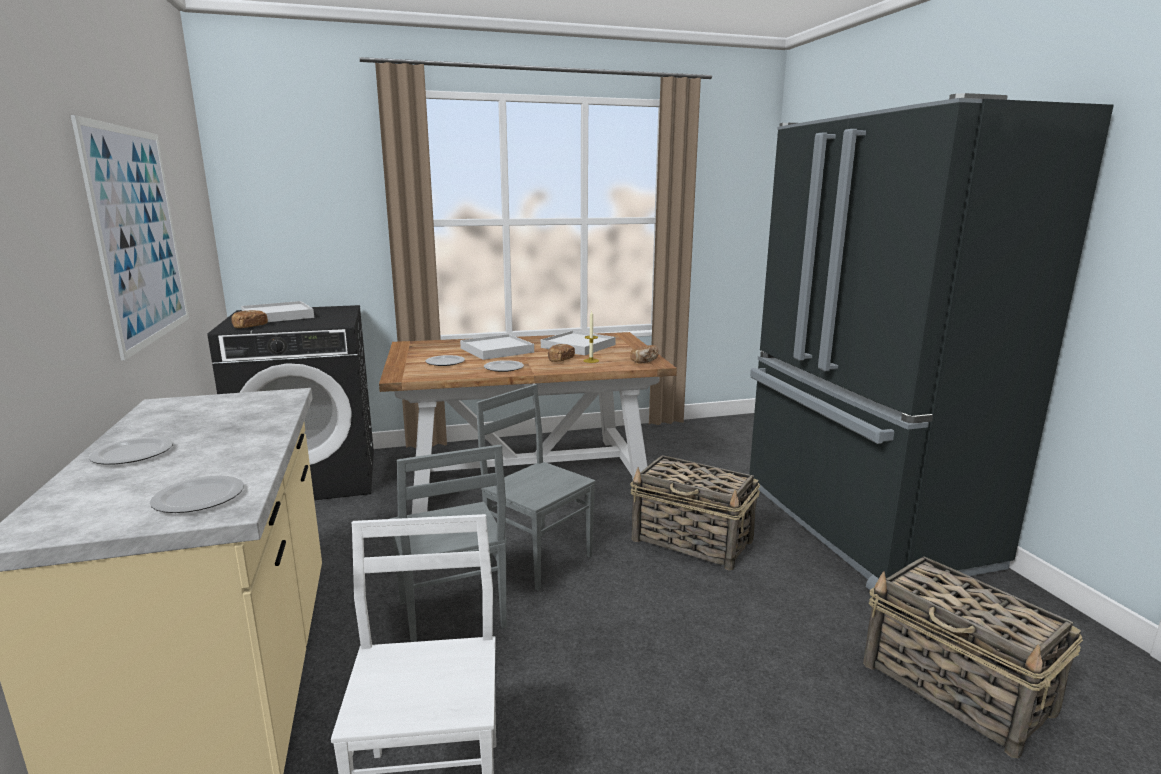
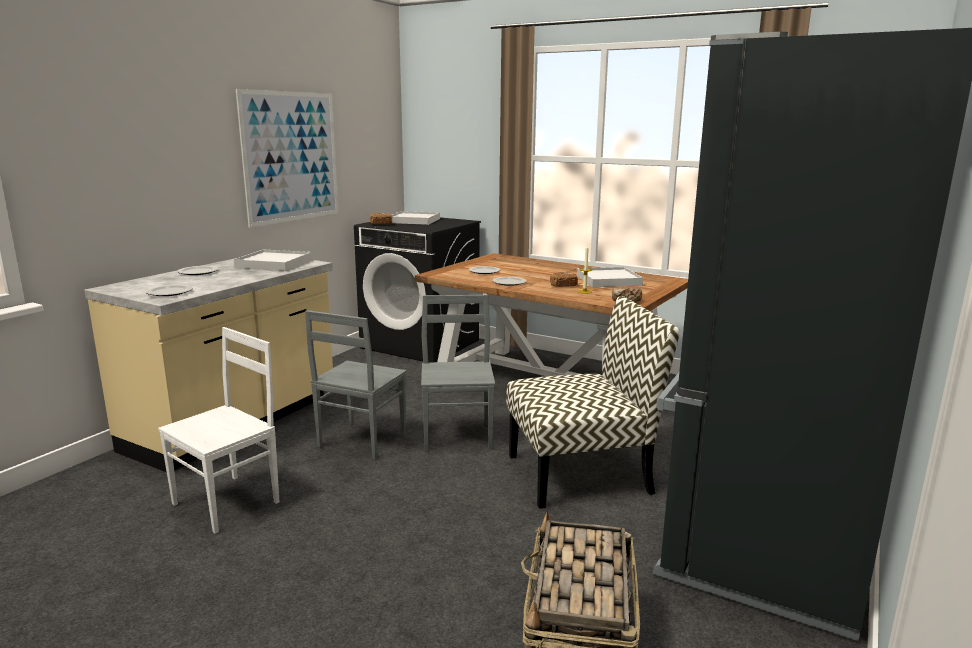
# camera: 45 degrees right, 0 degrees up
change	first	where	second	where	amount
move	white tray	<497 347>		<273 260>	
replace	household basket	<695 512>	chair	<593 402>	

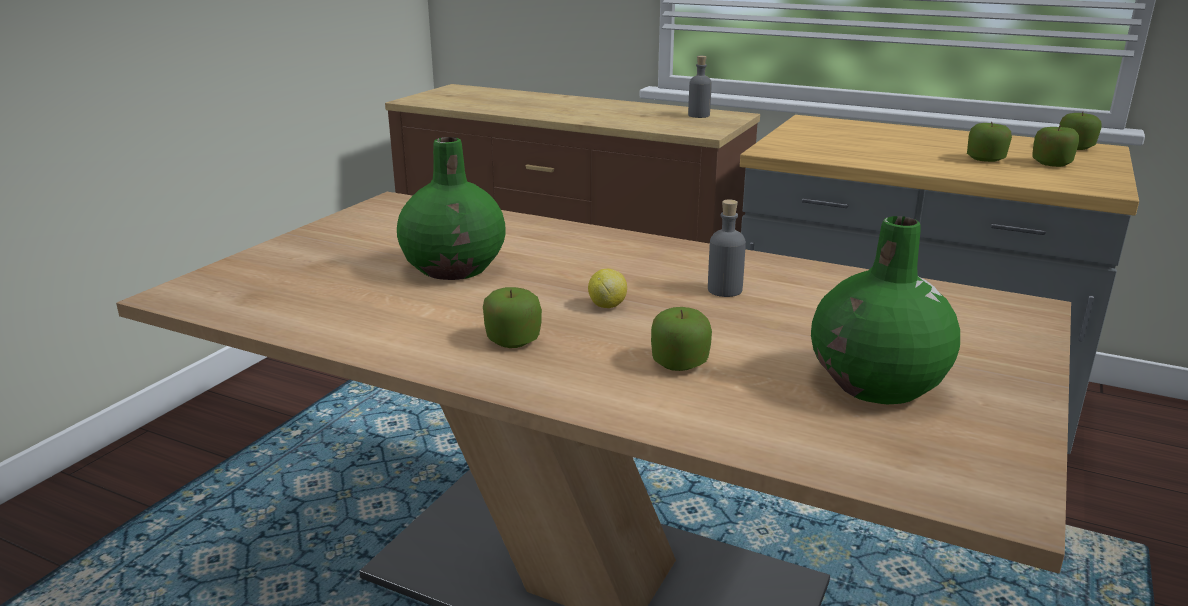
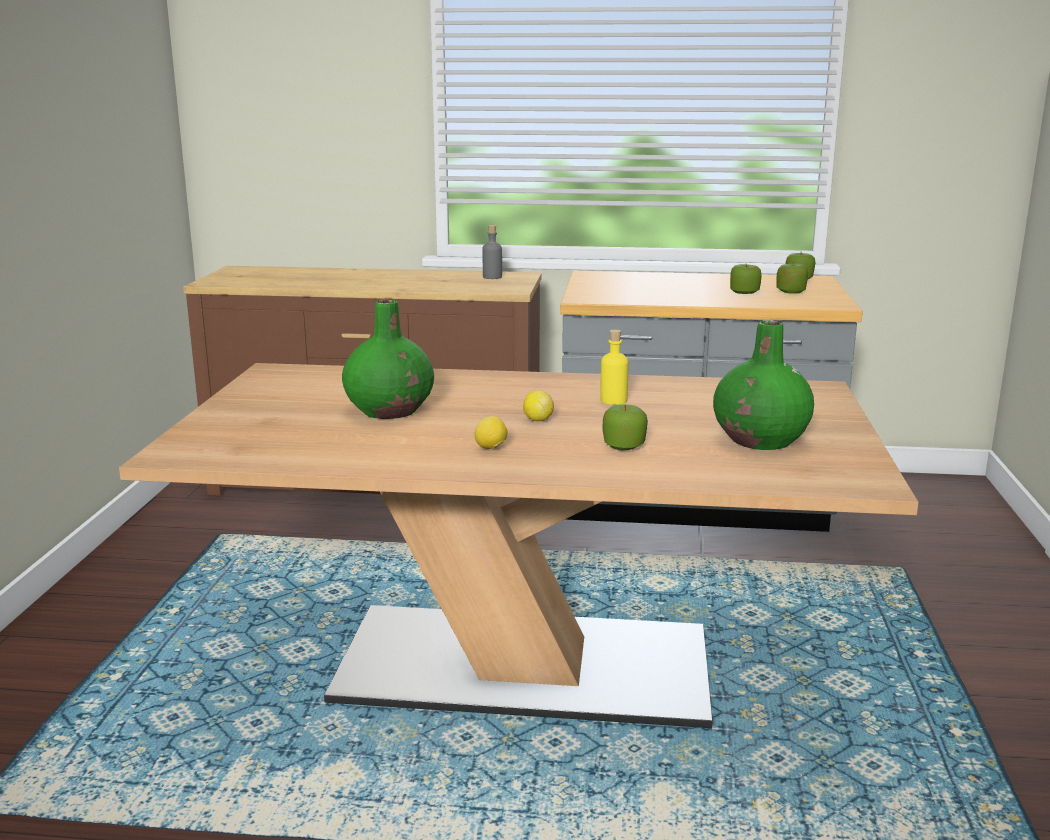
# camera: 20 degrees left, 5 degrees down
change	first	where	second	where	amount
replace	apple fruit	<512 317>	lemon	<491 432>	
recolor	greyish bottle	<727 248>	yellow-coloured bottle	<614 367>	

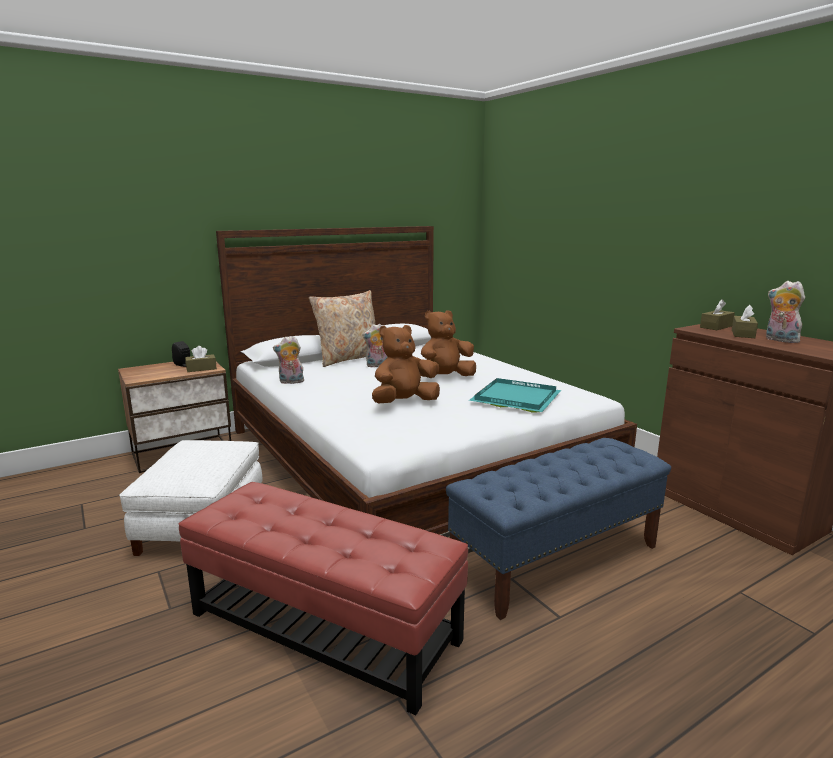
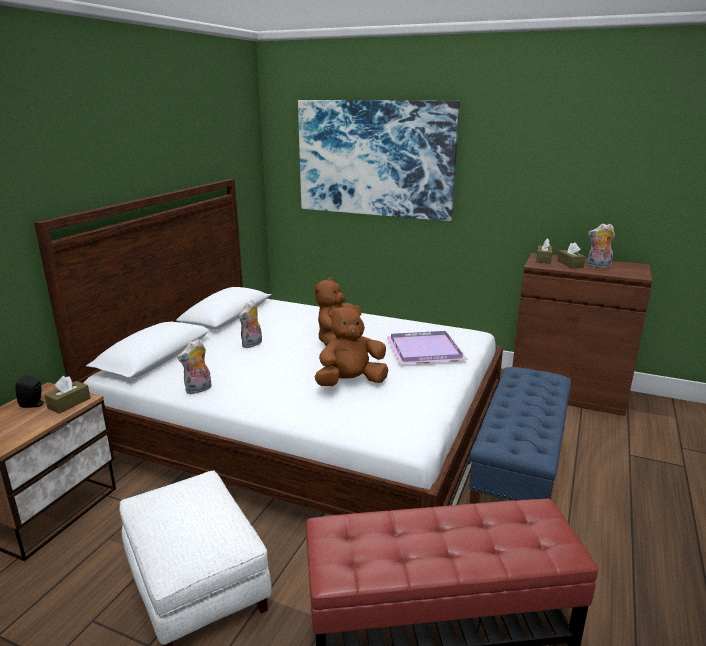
# camera: 35 degrees left, 5 degrees up
change	first	where	second	where	amount
insert			wall picture	<379 160>	
rotate	brown cuddly toy	<406 364>		<351 345>	45 degrees clockwise
recolor	turquoise-coloured tray	<515 395>	purple-coloured tray	<427 347>	
delete	sand-coloured throw pillow	<342 328>			

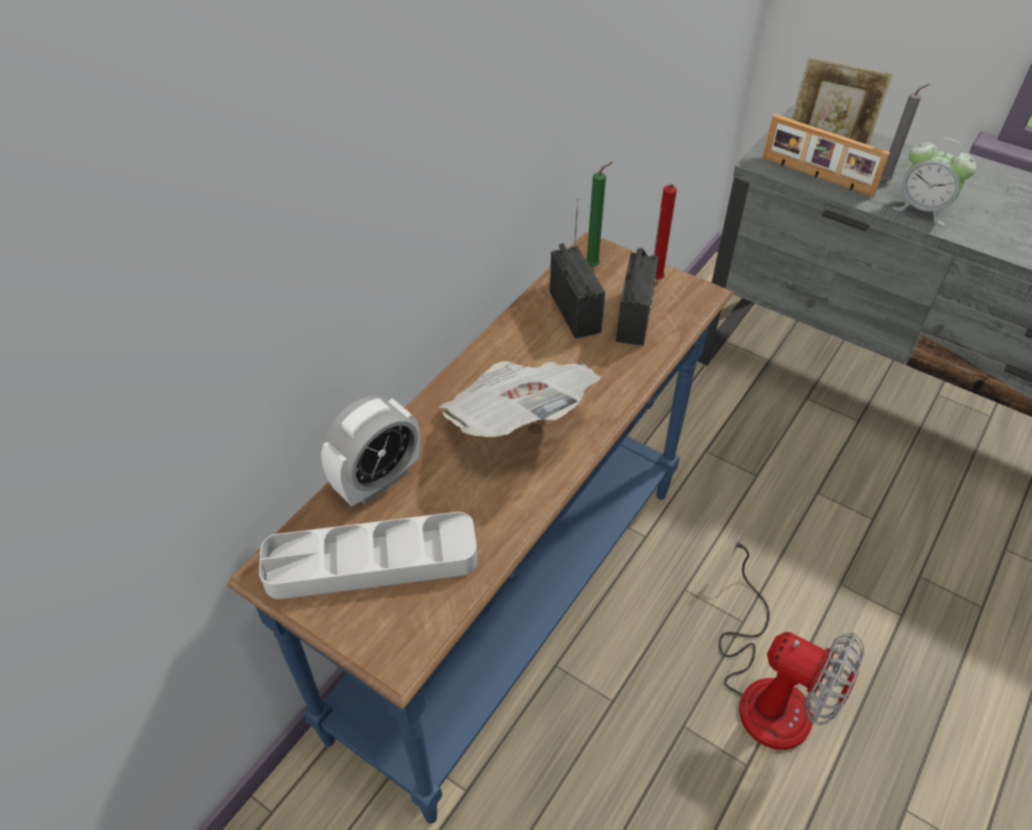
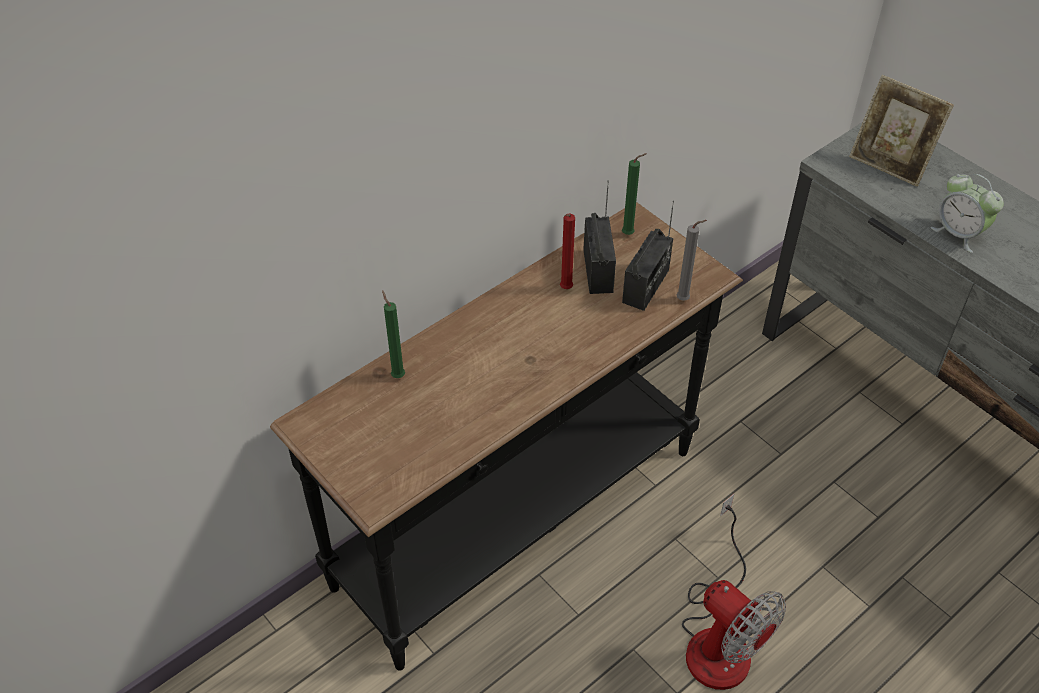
# camera: 15 degrees right, 0 degrees up
change	first	where	second	where	amount
recolor	blue hall table	<480 528>	black hall table	<506 436>	
replace	bedside clock	<370 451>	green wax candle	<393 334>	
move	red wax candle	<666 232>		<567 251>	
move	greyish wax candle	<905 133>		<692 260>	
delete	greyish tray	<368 555>			
delete	printed paper	<520 399>			
delete	photo frame	<826 155>			

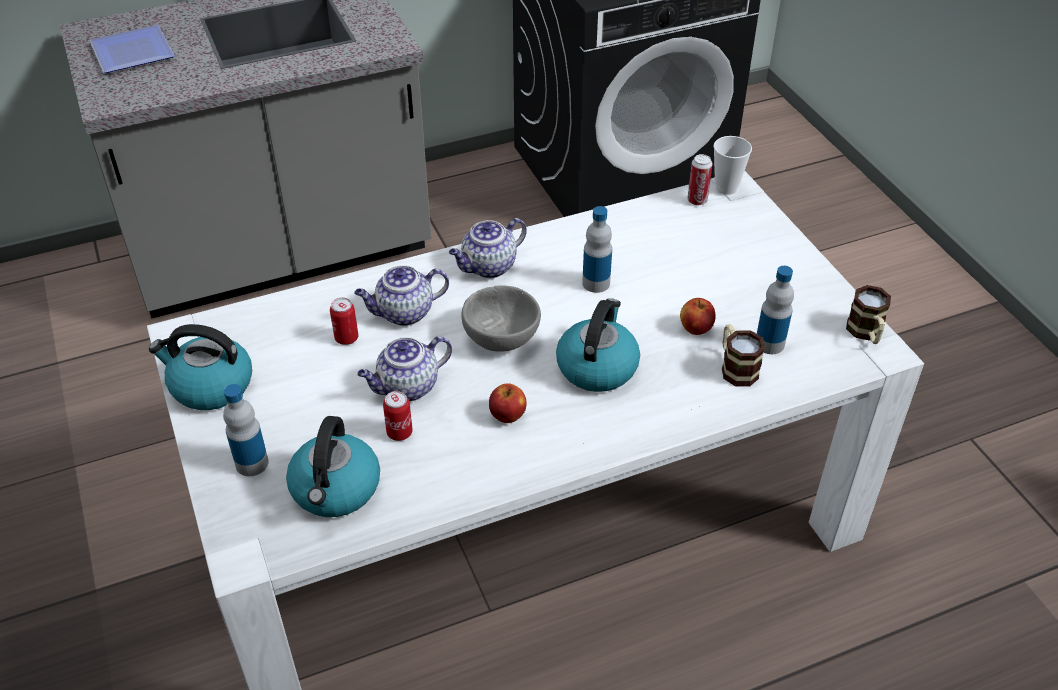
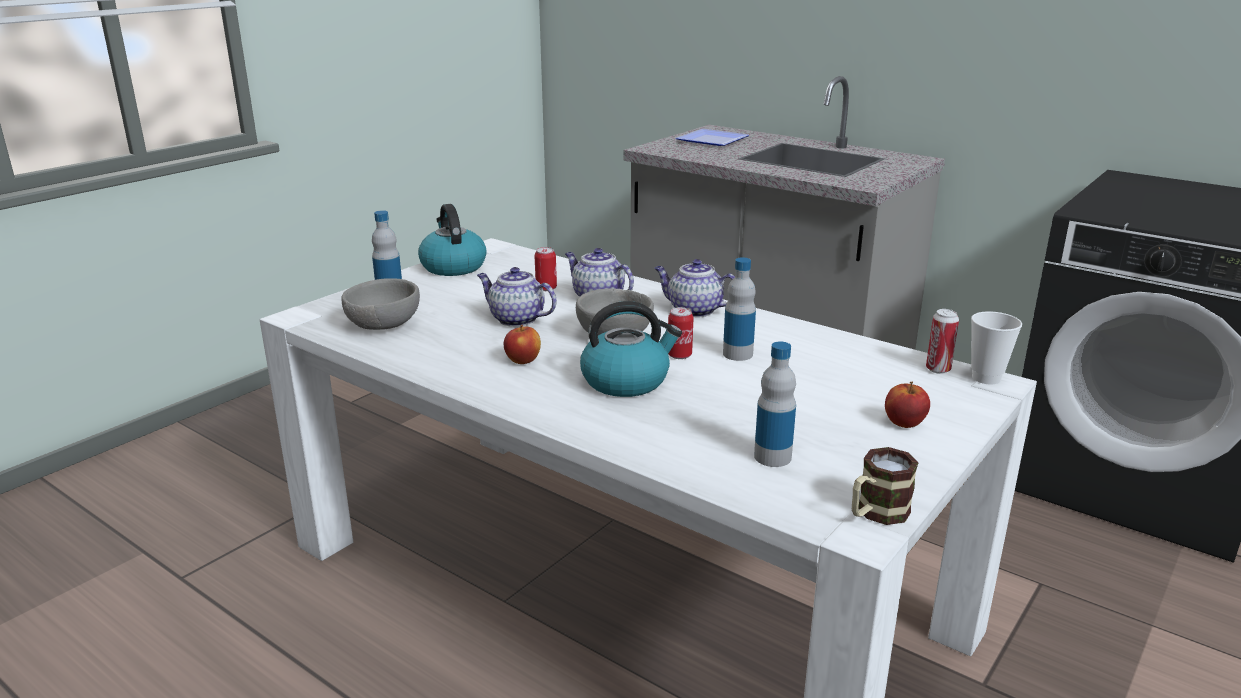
# camera: 60 degrees right, 20 degrees down
change	first	where	second	where	amount
replace	water kettle	<333 466>	greyish deep dish	<381 304>	
move	sealed can	<398 416>		<681 333>	
move	apple fruit	<698 316>		<907 404>	
delete	mug	<743 355>			

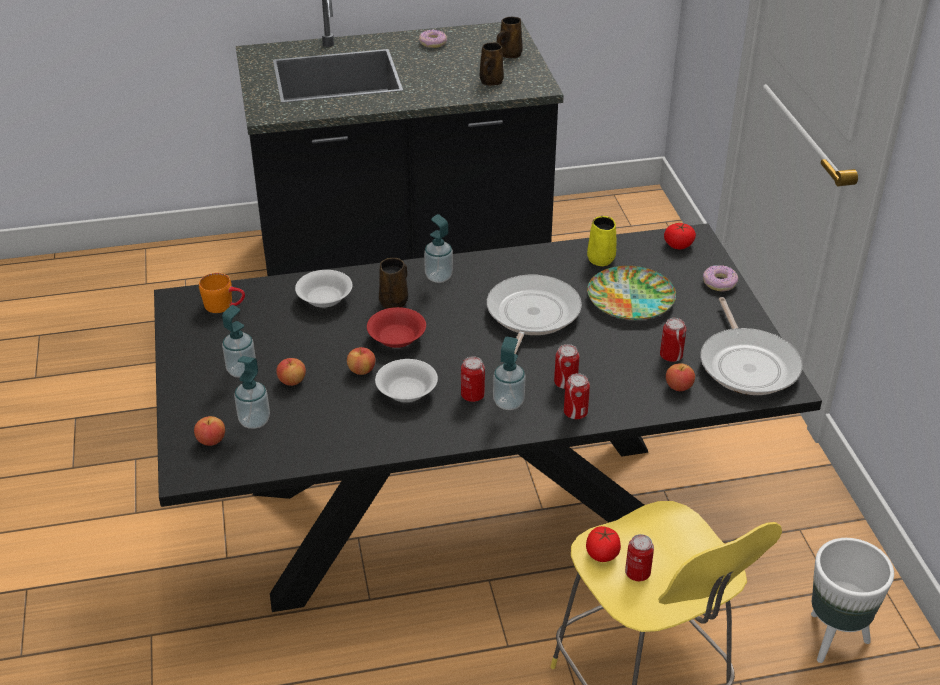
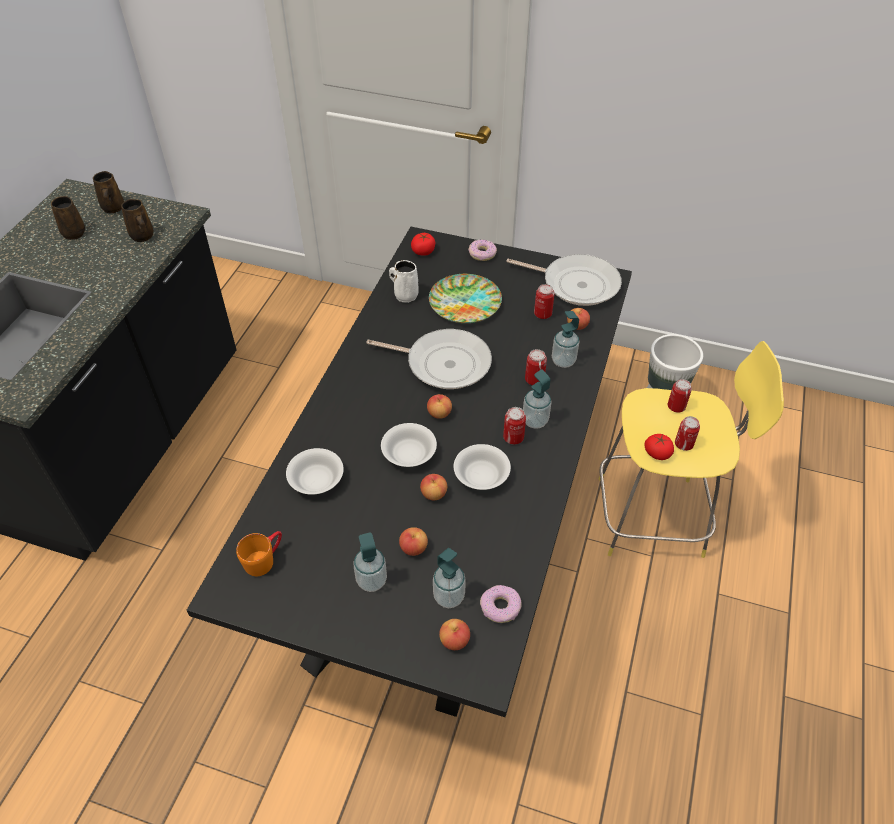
# camera: 60 degrees left, 10 degrees up
change	first	where	second	where	amount
move	brown mug	<393 283>		<68 218>	
rotate	skillet	<534 314>		<429 359>	150 degrees clockwise
recolor	red deep dish	<396 327>	white deep dish	<409 445>	
recolor	yellow-coloured mug	<602 241>	white mug	<404 281>	
insert			apple fruit	<439 406>	
move	doughnut	<433 39>		<501 604>	
move	liquid soap bottle	<438 248>		<566 339>	
move	sealed can	<577 396>		<680 395>	

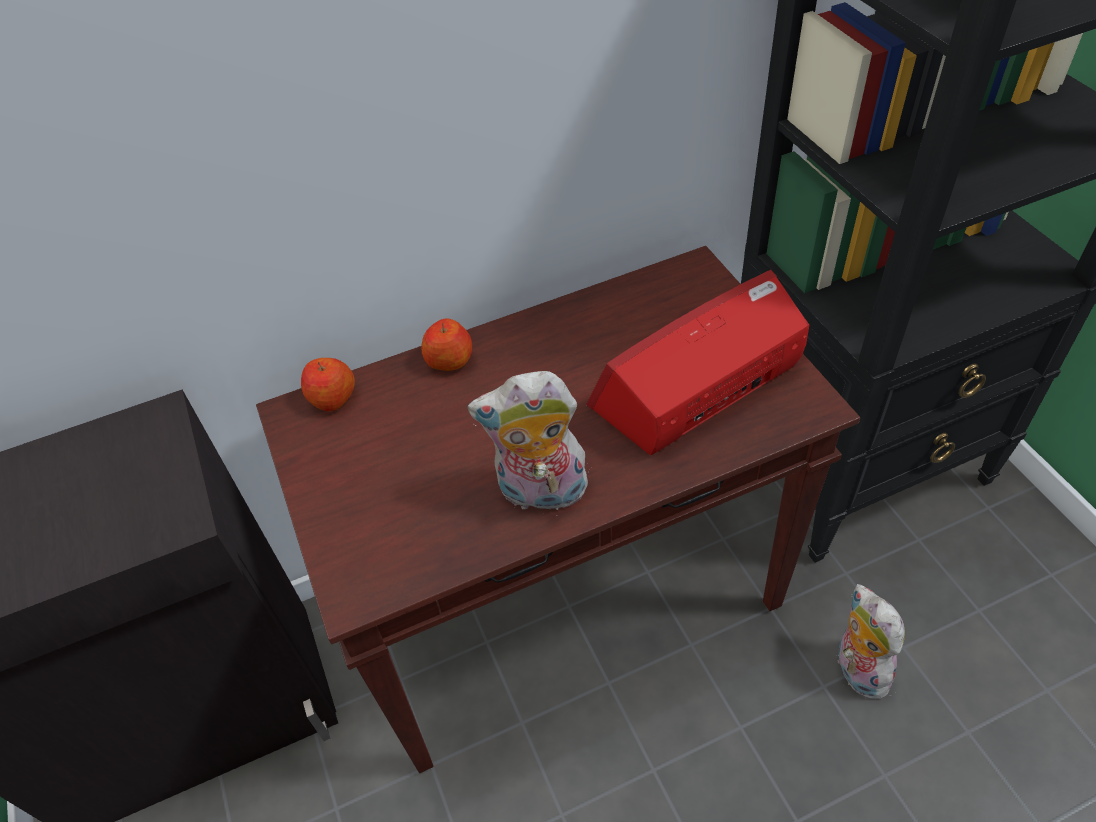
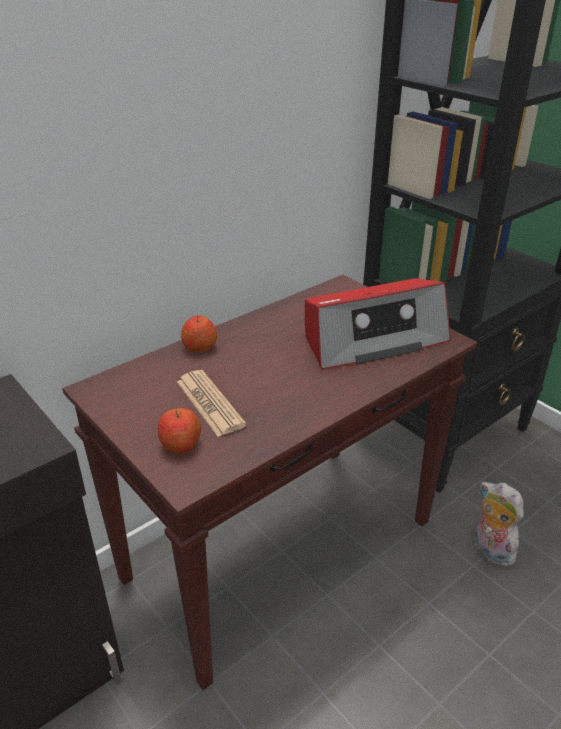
# camera: 20 degrees left, 15 degrees down
change	first	where	second	where	amount
move	apple fruit	<328 384>		<179 431>	
insert			printed paper	<212 403>	
rotate	radio receiver	<697 362>		<378 324>	150 degrees counterclockwise
delete	cuddly toy	<528 443>			

